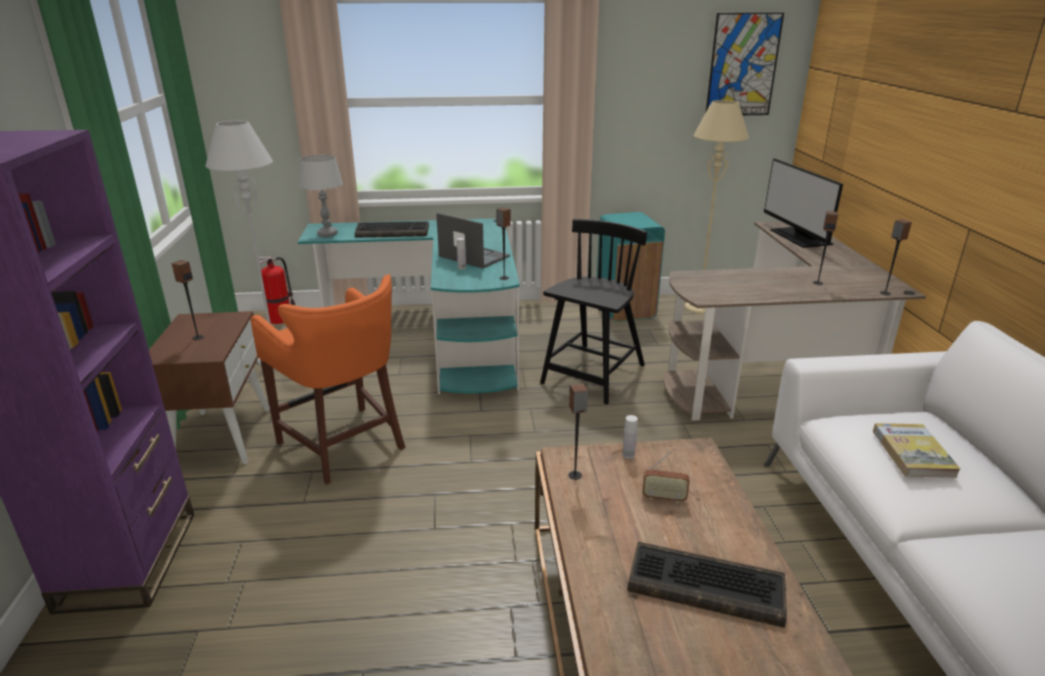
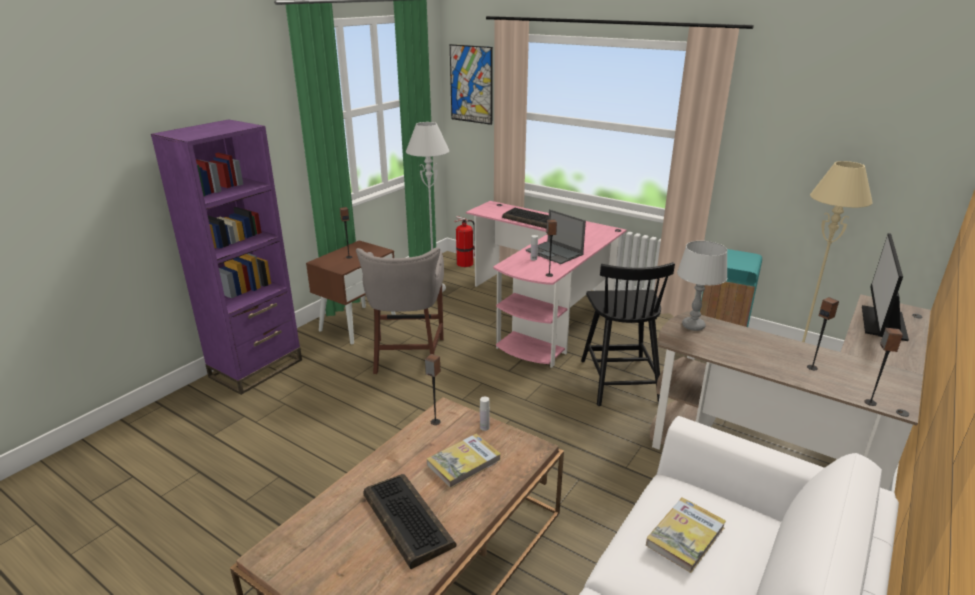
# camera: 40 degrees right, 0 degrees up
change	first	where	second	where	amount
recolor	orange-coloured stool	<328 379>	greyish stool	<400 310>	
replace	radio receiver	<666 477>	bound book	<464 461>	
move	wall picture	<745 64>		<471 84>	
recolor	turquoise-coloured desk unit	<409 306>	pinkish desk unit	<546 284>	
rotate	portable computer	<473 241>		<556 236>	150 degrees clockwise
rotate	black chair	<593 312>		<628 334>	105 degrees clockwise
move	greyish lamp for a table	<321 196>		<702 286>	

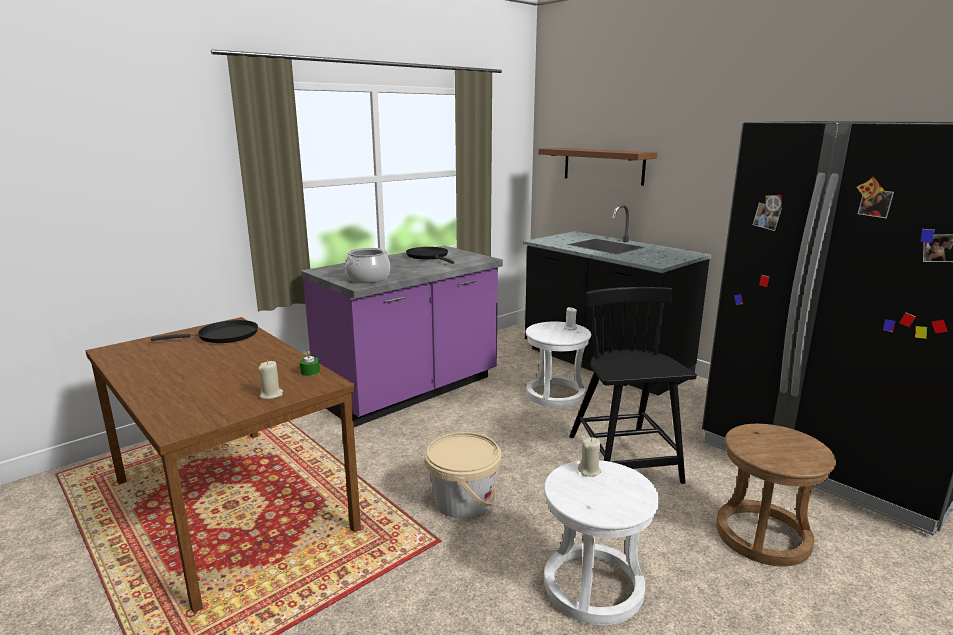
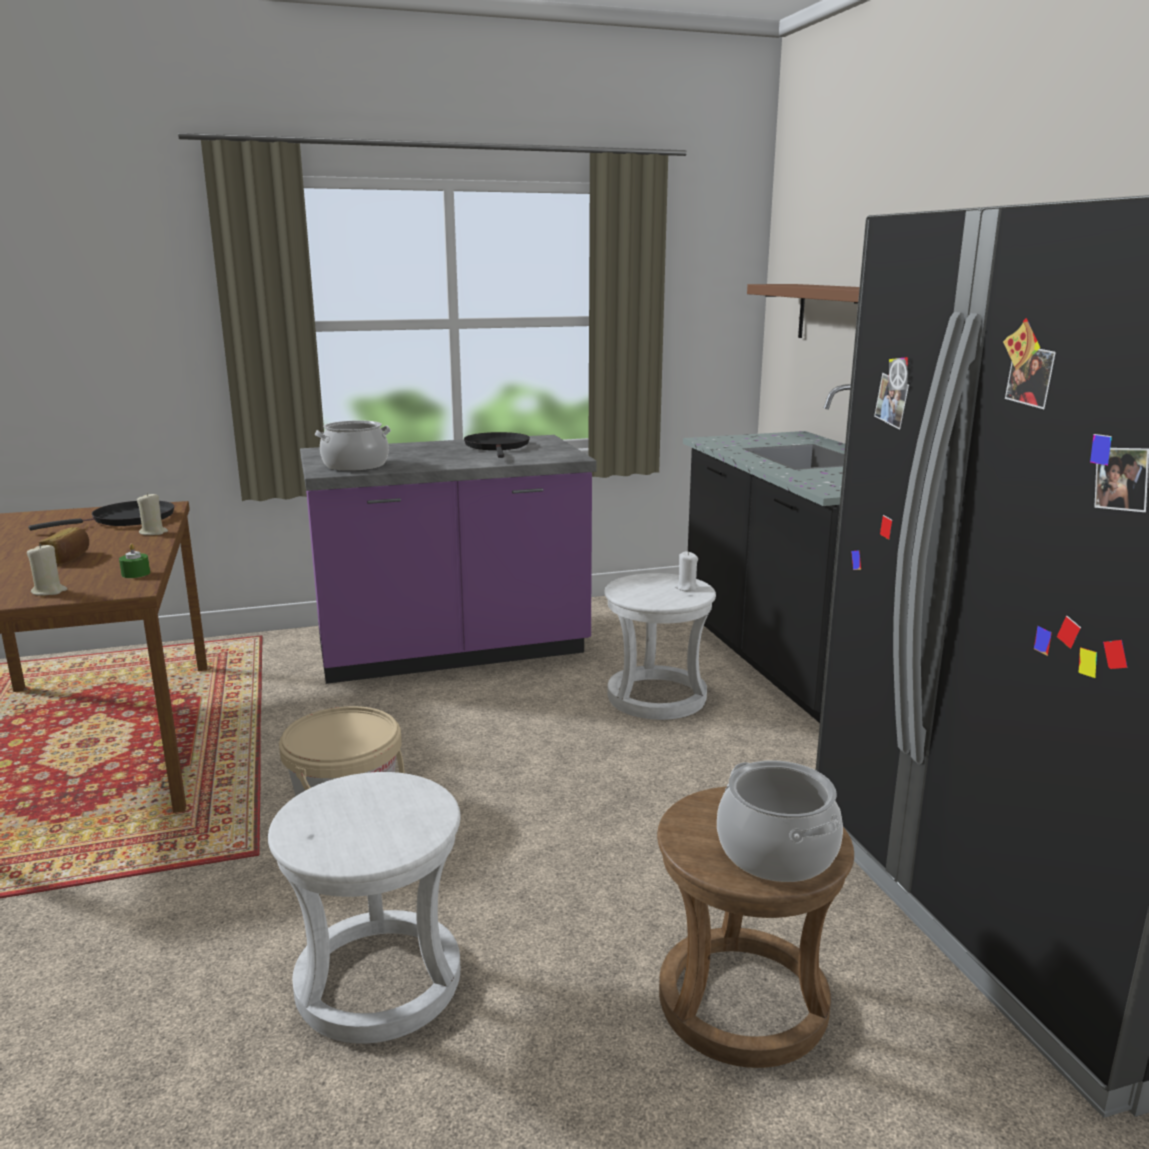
# camera: 25 degrees right, 0 degrees up
change	first	where	second	where	amount
rotate	black skillet	<204 331>		<101 515>	45 degrees counterclockwise
insert			bakery bread	<64 545>	
move	sand-coloured wax candle	<590 457>		<152 513>	
insert			saucepot	<780 821>	
delete	black chair	<633 385>			

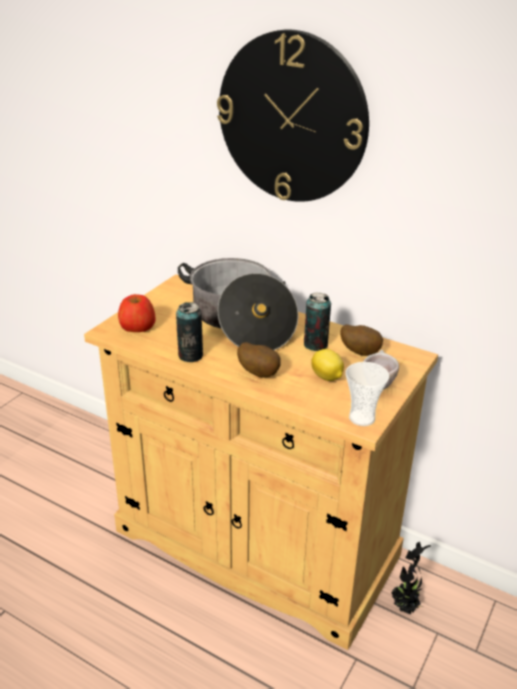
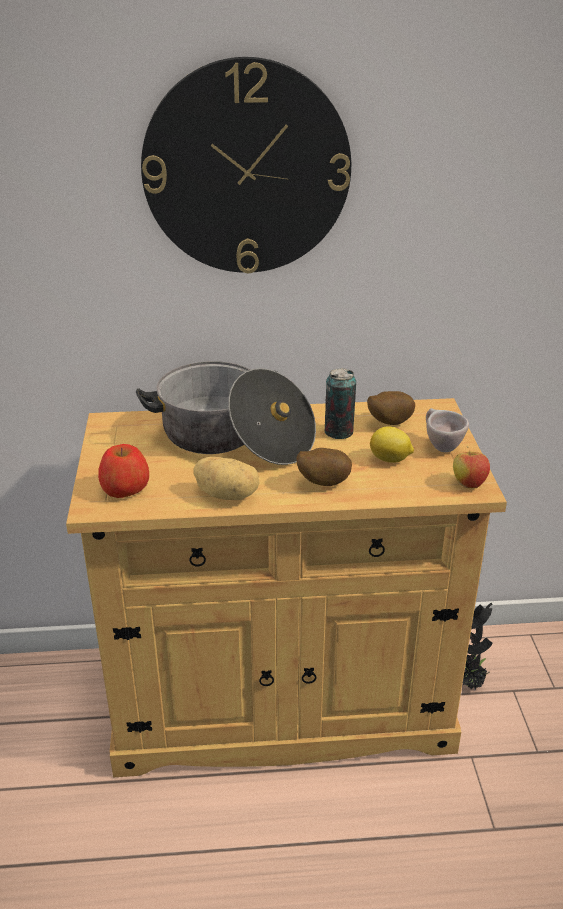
# camera: 35 degrees left, 0 degrees up
change	first	where	second	where	amount
replace	sealed can	<189 332>	spud	<226 478>	
replace	drinking cup	<367 394>	apple fruit	<471 467>	

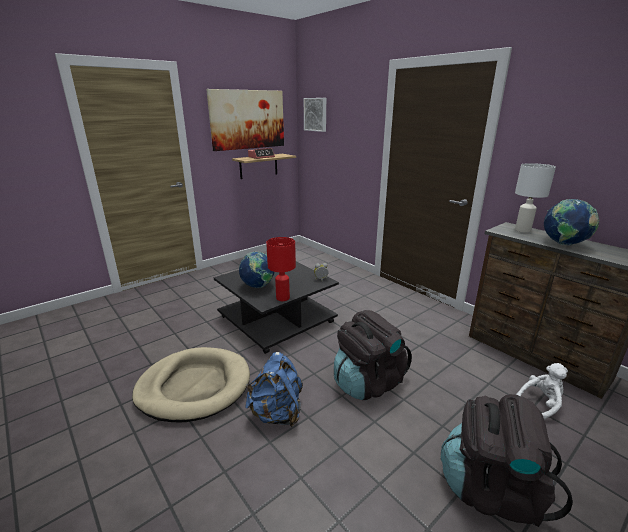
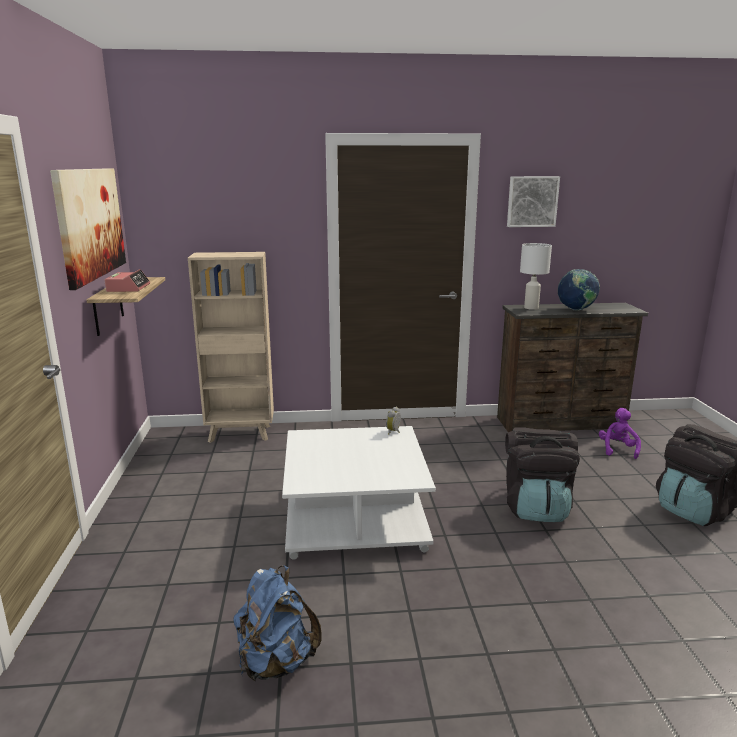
# camera: 55 degrees left, 5 degrees down
change	first	where	second	where	amount
insert			sand-coloured bookshelf	<231 347>	
move	blue backpack	<274 389>		<277 624>	
recolor	black coffee table	<276 308>	white coffee table	<359 493>	
move	wall picture	<315 115>		<533 201>	
recolor	white cuddly toy	<542 391>	purple-coloured cuddly toy	<620 433>	
delete	sand-coloured pet bed	<191 385>			
delete	globe	<256 270>			
delete	red lamp for a table	<281 269>			

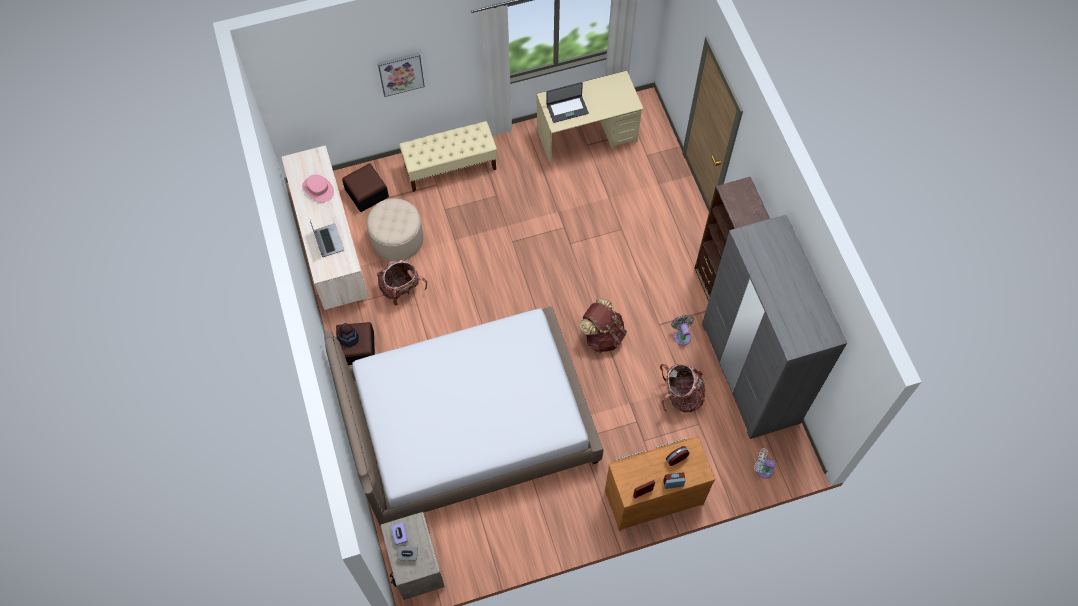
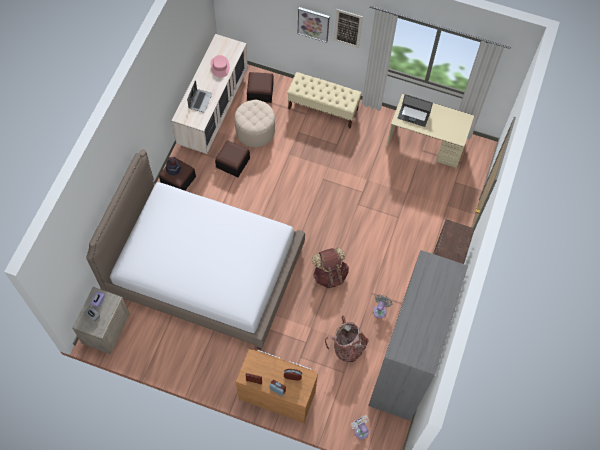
# camera: 35 degrees right, 0 degrees up
change	first	where	second	where	amount
replace	backpack	<402 282>	pouffe	<232 158>	
insert			wall picture	<348 28>	

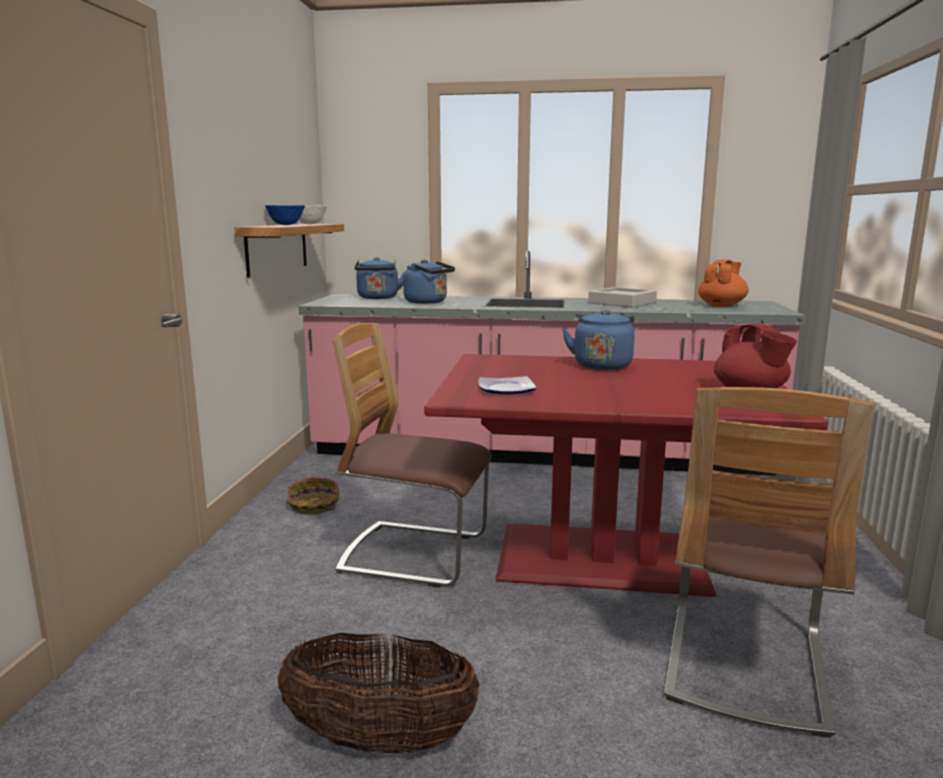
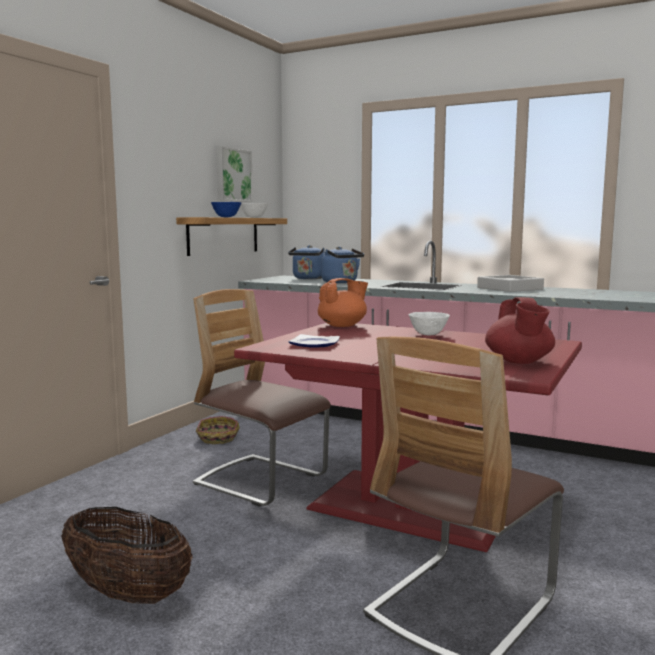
# camera: 20 degrees right, 5 degrees down
change	first	where	second	where	amount
insert			wall picture	<234 174>	
move	orange-coloured tea pot	<723 283>		<343 302>	
replace	blue water kettle	<598 340>	white deep dish	<429 323>	

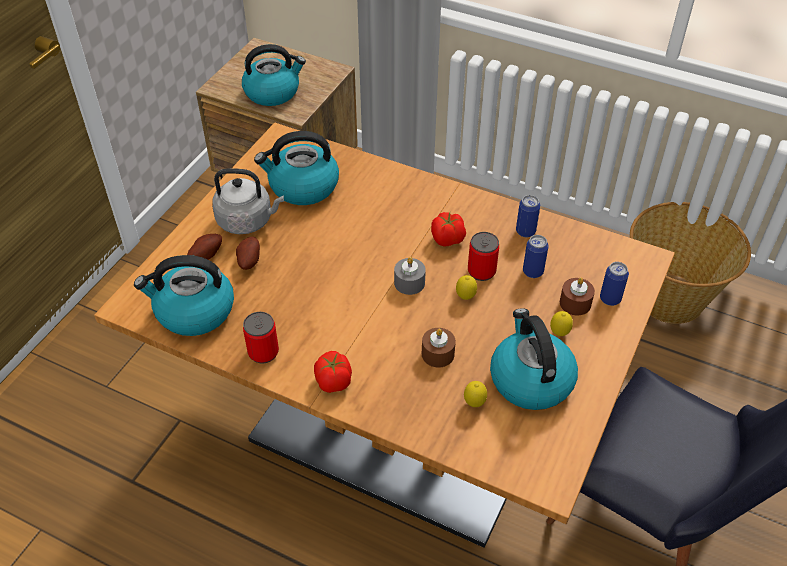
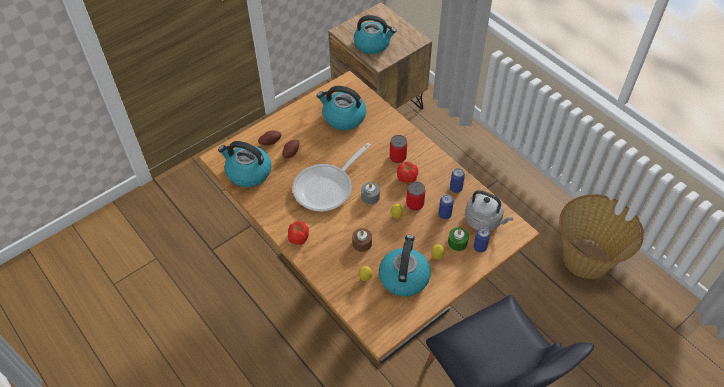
# camera: 25 degrees right, 5 degrees up
change	first	where	second	where	amount
insert			skillet	<331 177>	
move	sealed can	<261 338>		<398 149>	
recolor	brown wax candle	<577 296>	green wax candle	<458 239>	
move	greyish water kettle	<248 201>		<489 210>	

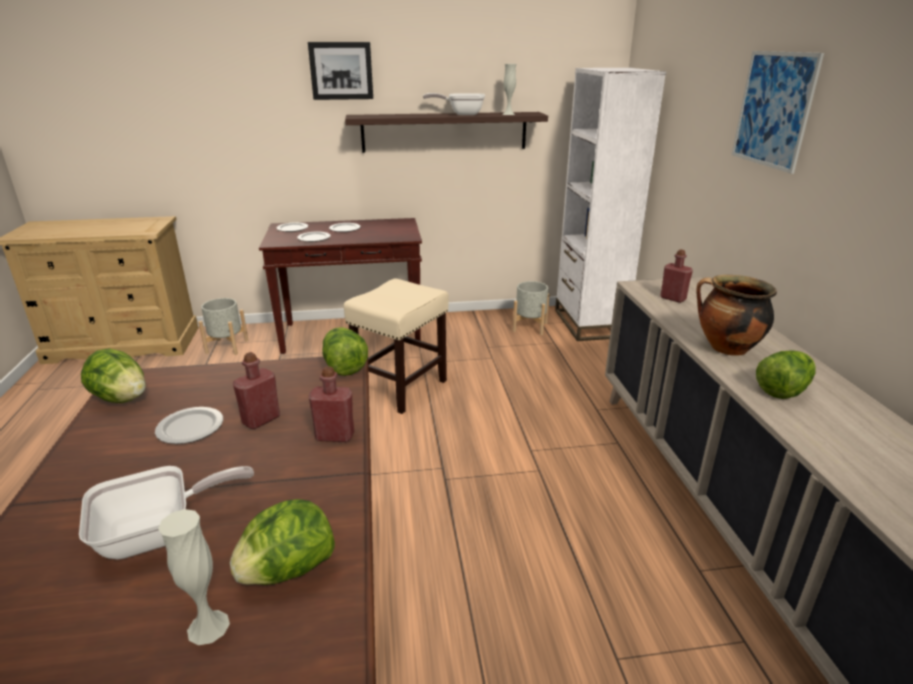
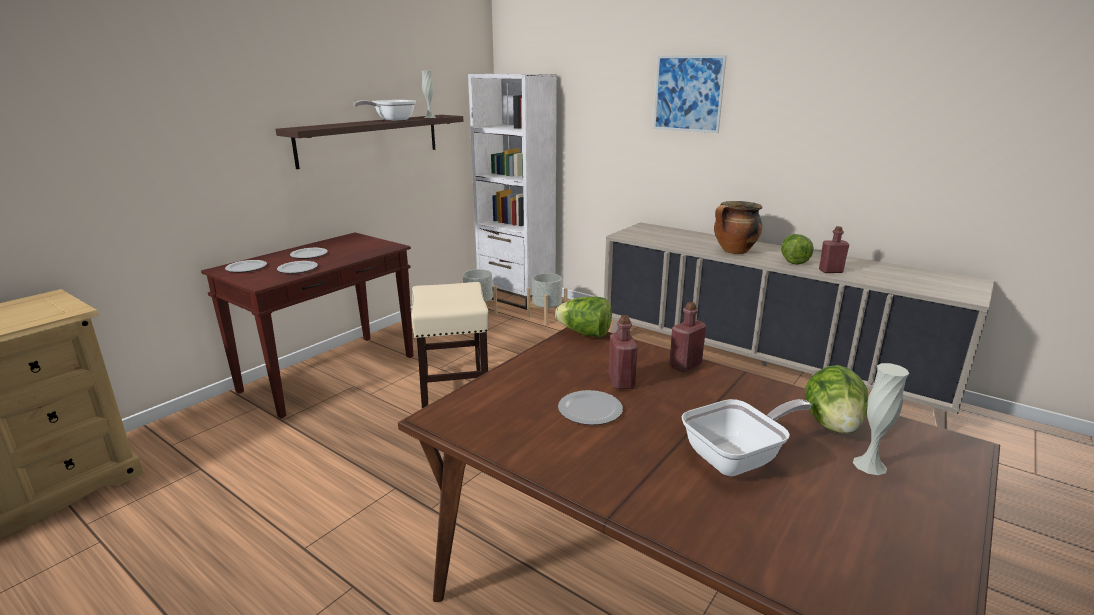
# camera: 45 degrees left, 5 degrees down
change	first	where	second	where	amount
move	greyish flower pot	<223 326>		<547 299>	
rotate	skillet	<166 512>		<746 438>	45 degrees clockwise
move	red bottle	<676 276>		<834 249>	
delete	head of lettuce	<113 375>			
delete	wall picture	<340 71>			

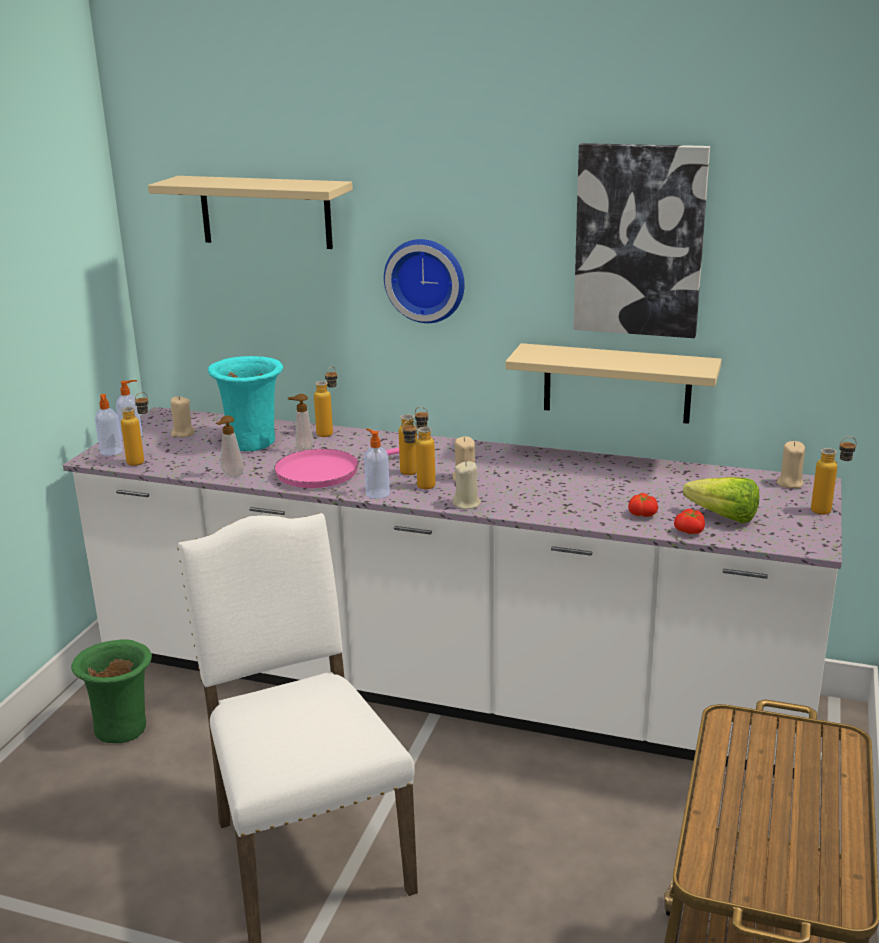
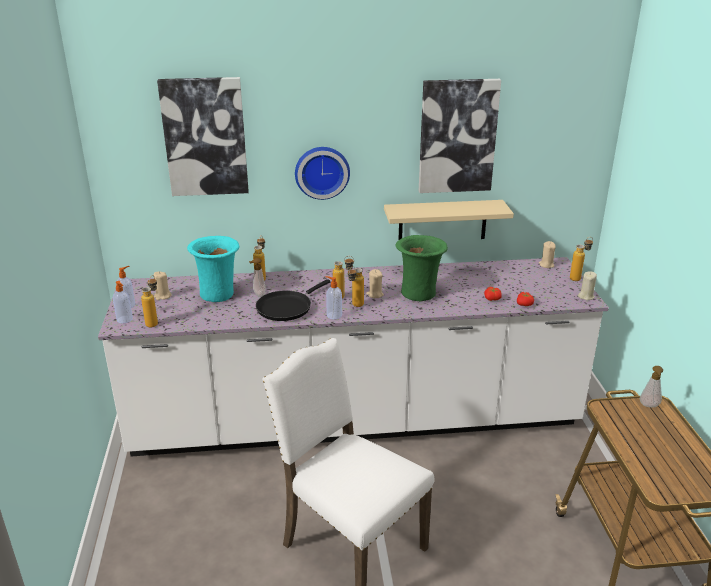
# camera: 25 degrees left, 5 degrees up
change	first	where	second	where	amount
replace	sand-coloured wall shelf	<250 212>	wall picture	<203 136>	
recolor	pinkish skillet	<336 468>	black skillet	<293 300>	
move	green flower vase	<111 691>		<421 268>	
move	sand-coloured wax candle	<466 485>		<587 285>	
move	liquid soap bottle	<230 446>		<651 387>	
delete	head of lettuce	<721 500>			

